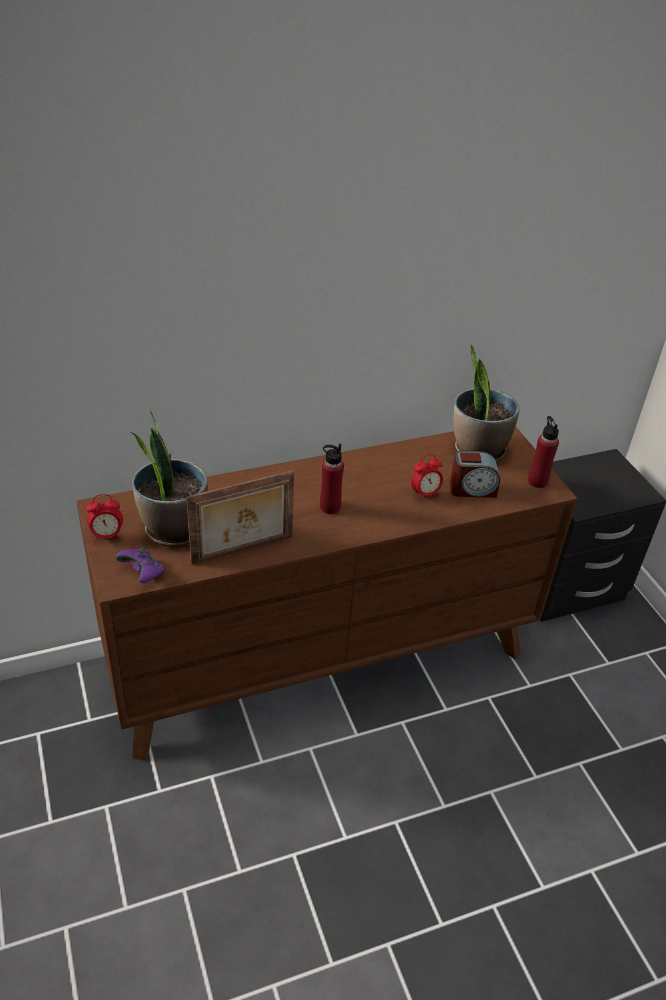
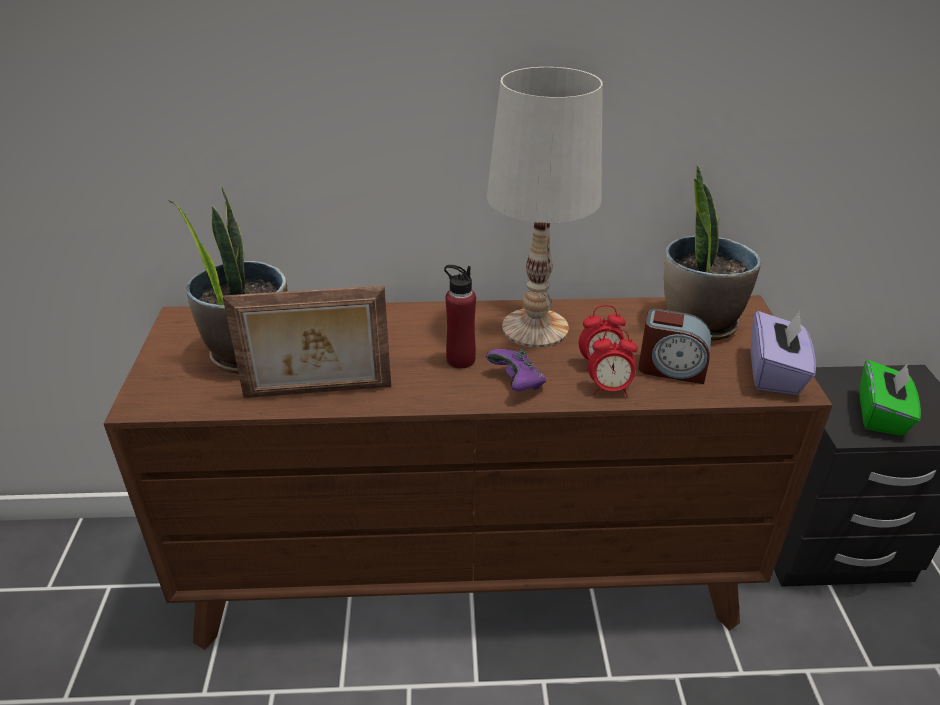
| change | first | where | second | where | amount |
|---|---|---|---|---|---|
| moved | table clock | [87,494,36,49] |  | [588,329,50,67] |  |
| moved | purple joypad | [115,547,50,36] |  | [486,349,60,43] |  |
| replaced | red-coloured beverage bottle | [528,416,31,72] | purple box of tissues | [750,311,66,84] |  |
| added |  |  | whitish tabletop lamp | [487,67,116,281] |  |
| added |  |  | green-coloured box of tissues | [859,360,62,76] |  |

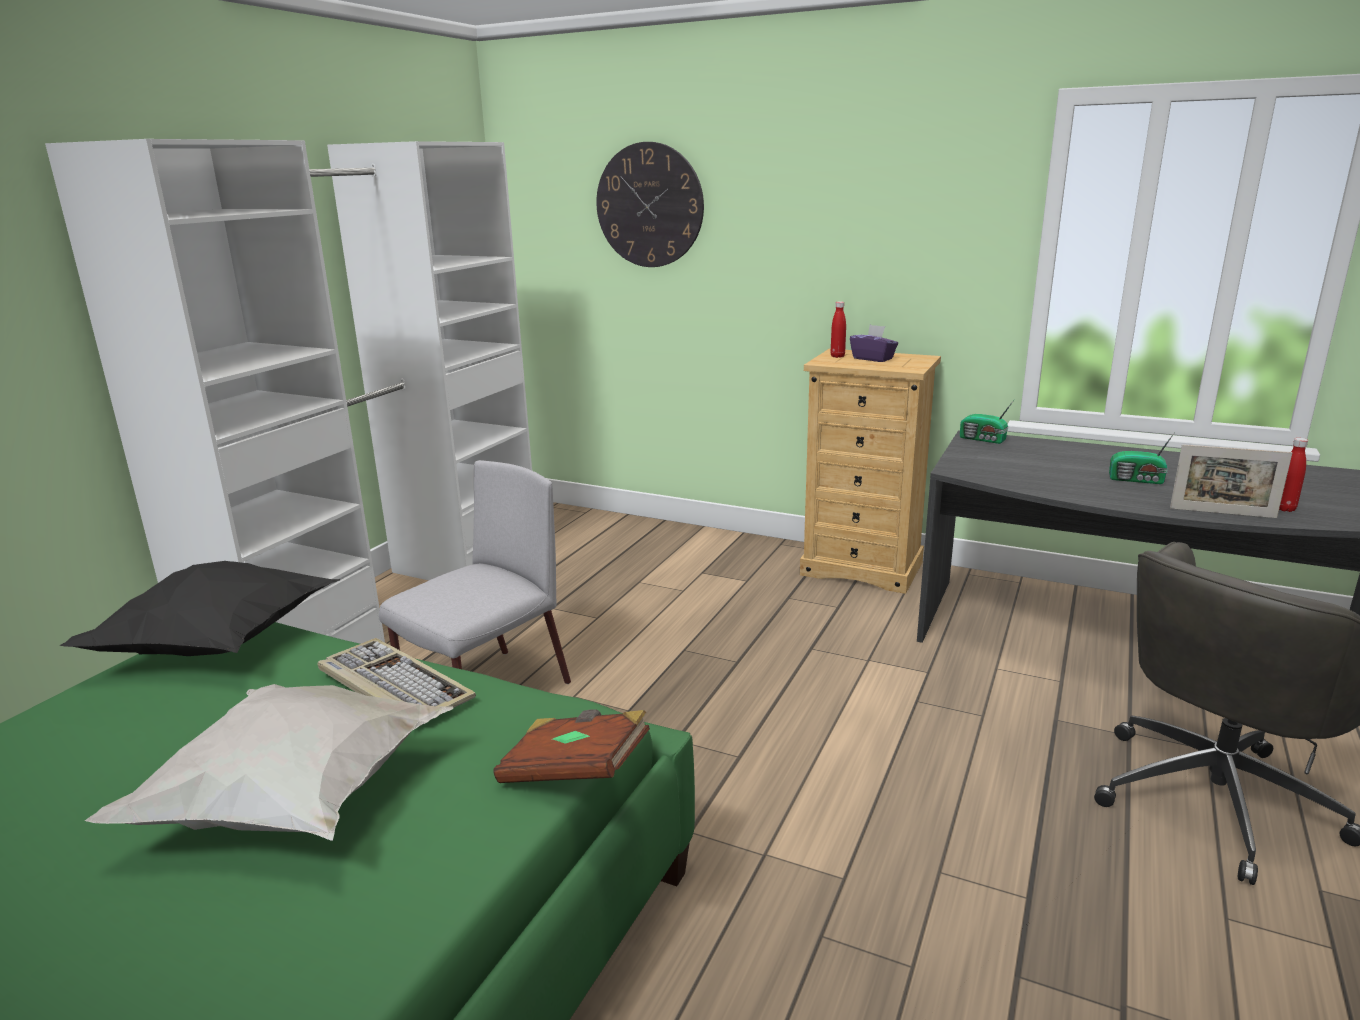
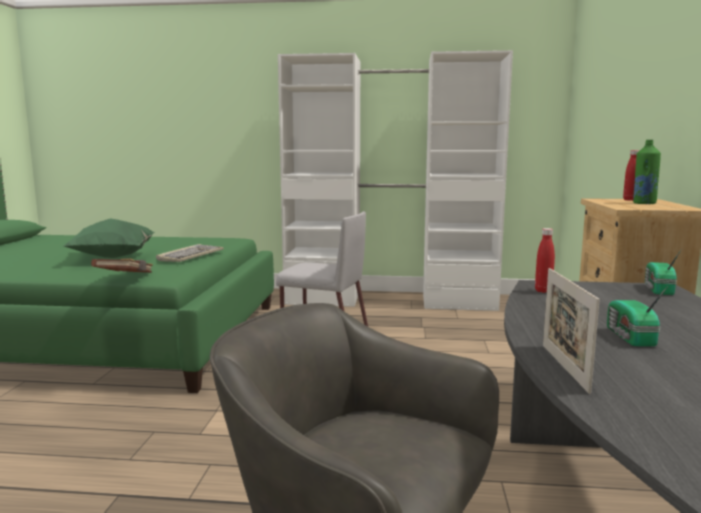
| change | first | where | second | where | amount |
|---|---|---|---|---|---|
| removed | black-coloured cushion | [59,561,281,95] |  |  |  |
| recoloured | whitish cushion | [85,684,368,157] | green-coloured cushion | [63,218,92,40] |  |
| removed | wall clock | [596,142,108,125] |  |  |  |
| replaced | purple box of tissues | [850,325,48,37] | green-coloured beverage bottle | [633,140,28,64] |  |
| moved | red-coloured beverage bottle | [1279,438,29,74] |  | [535,228,20,65] |  |

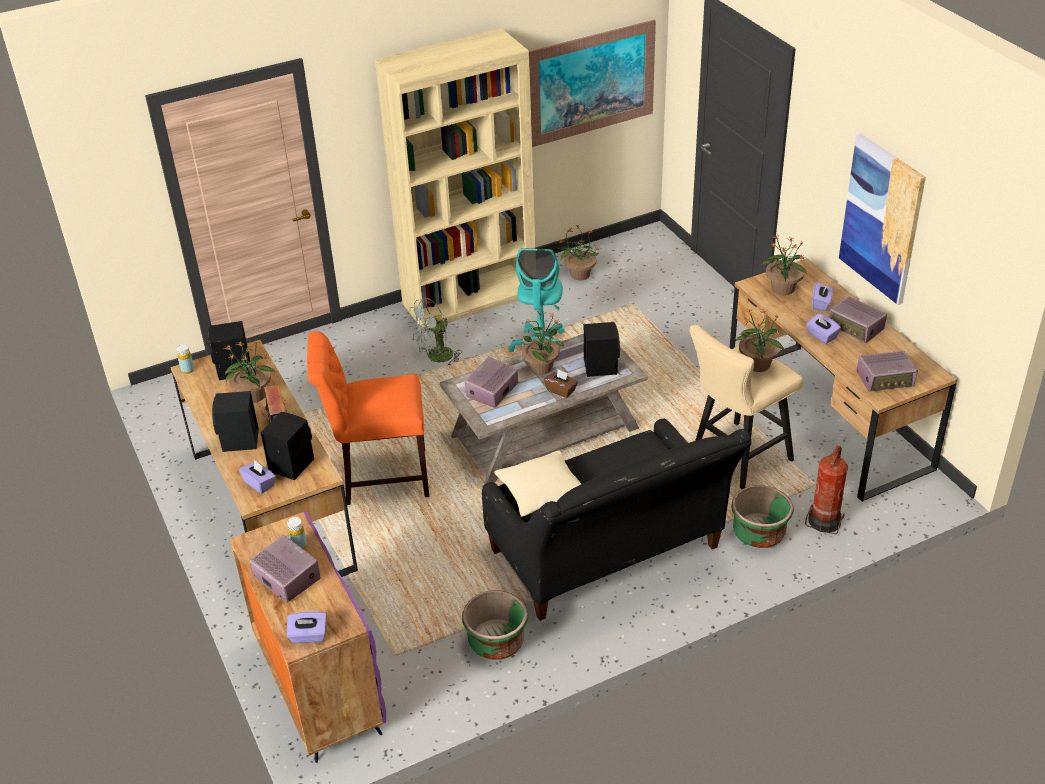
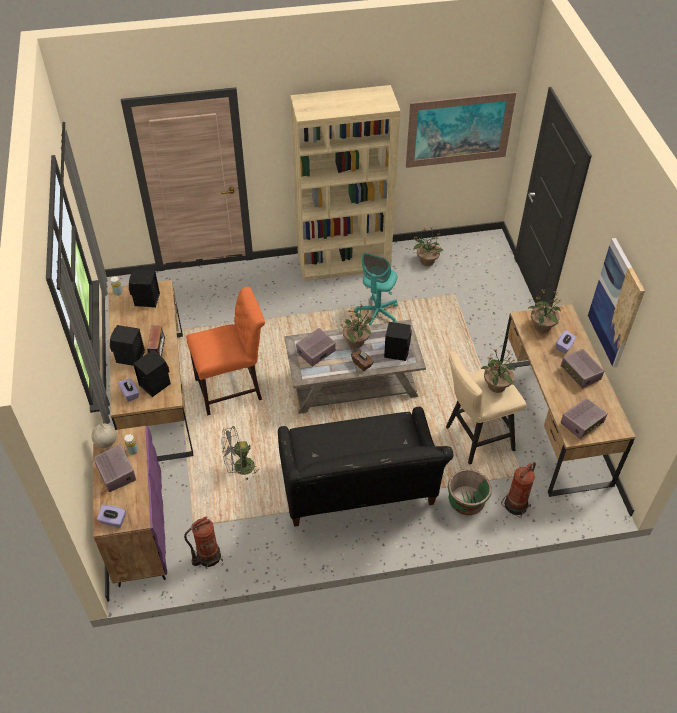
| change | first | where | second | where | amount |
|---|---|---|---|---|---|
| removed | plant in a pot | [224,341,52,62] |  |  |  |
| turned | orangey plain chair | [307,331,122,174] |  | [186,287,79,128] | 150 degrees clockwise |
| moved | gray fan | [408,298,54,67] |  | [221,426,39,54] |  |
| removed | green-coloured planter | [462,590,67,70] |  |  |  |
| removed | beige cushion | [494,450,87,67] |  |  |  |
| removed | purple box of tissues | [806,314,35,30] |  |  |  |
| turned | radio set | [856,351,62,41] |  | [561,398,47,42] | 45 degrees counterclockwise |
| added |  |  | desk globe | [91,418,26,30] |  |
| added |  |  | fire extinguisher | [184,516,39,53] |  |

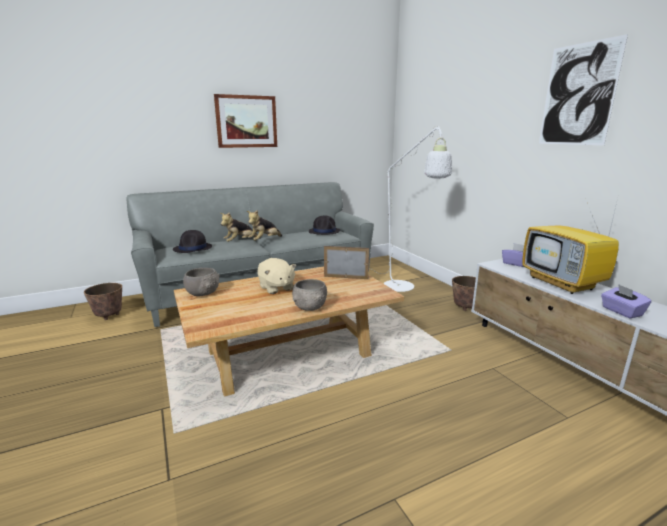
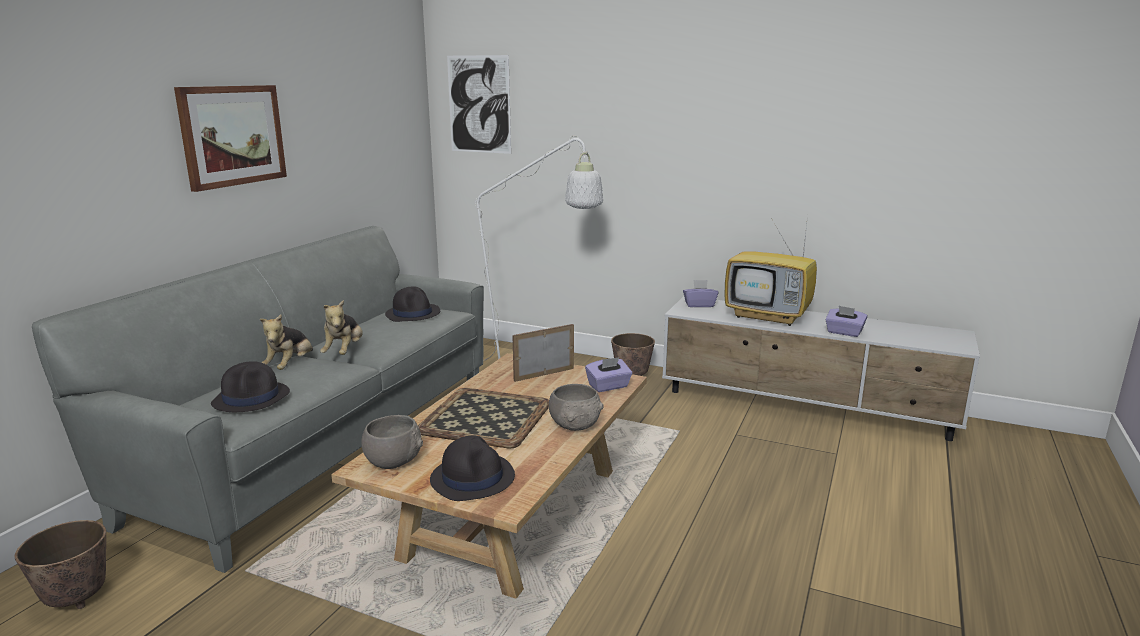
| change | first | where | second | where | amount |
|---|---|---|---|---|---|
| replaced | beige plush toy | [257,258,39,36] | carrying tray | [418,388,131,61] |  |
| moved | picture | [539,34,89,111] |  | [447,55,64,99] |  |
| added |  |  | black-coloured hat | [430,435,85,66] |  |
| added |  |  | purple box of tissues | [585,357,47,35] |  |

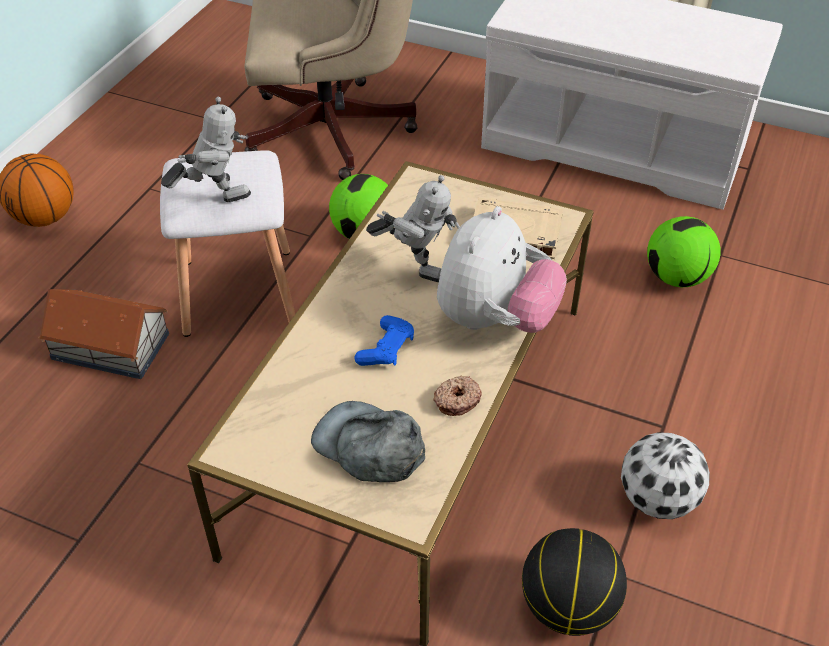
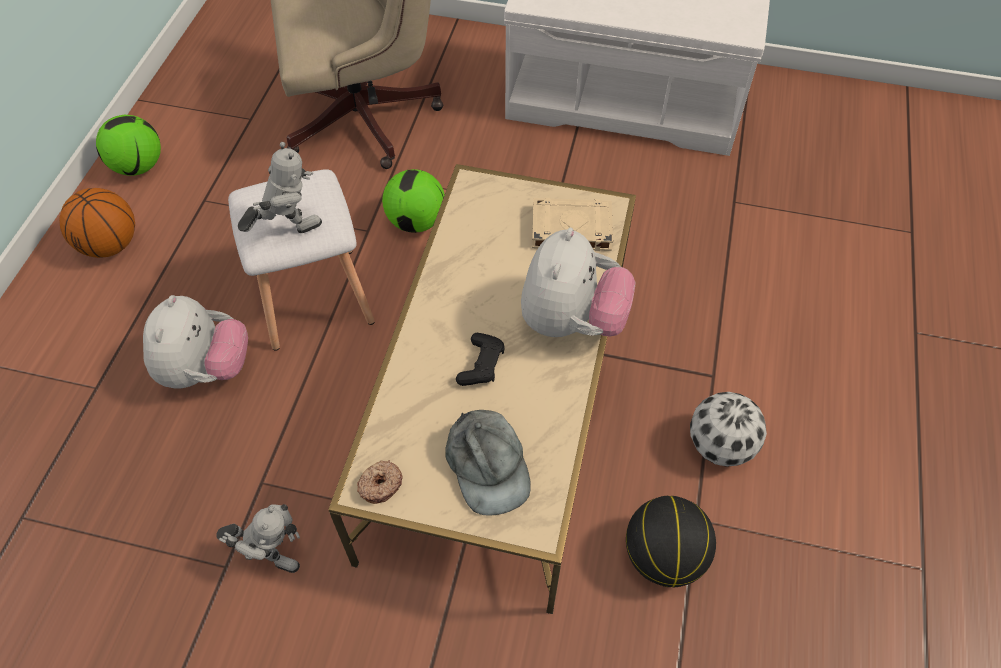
| change | first | where | second | where | amount |
|---|---|---|---|---|---|
| replaced | model house | [39,289,130,90] | plush toy | [143,295,105,93] |  |
| turned | gray cap | [311,401,114,81] |  | [445,410,86,106] | 135 degrees counterclockwise |
| recoloured | blue-coloured joypad | [355,315,59,51] | black-coloured joypad | [456,333,49,53] |  |
| moved | toy robot | [366,175,94,107] |  | [216,504,84,69] |  |
| moved | donut | [433,375,49,41] |  | [357,460,46,44] |  |
| moved | ball for football | [647,216,74,71] |  | [96,115,65,61] |  |

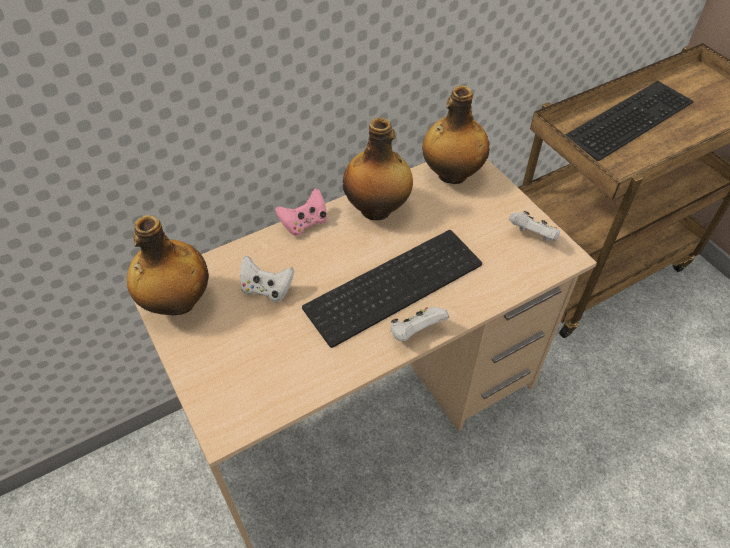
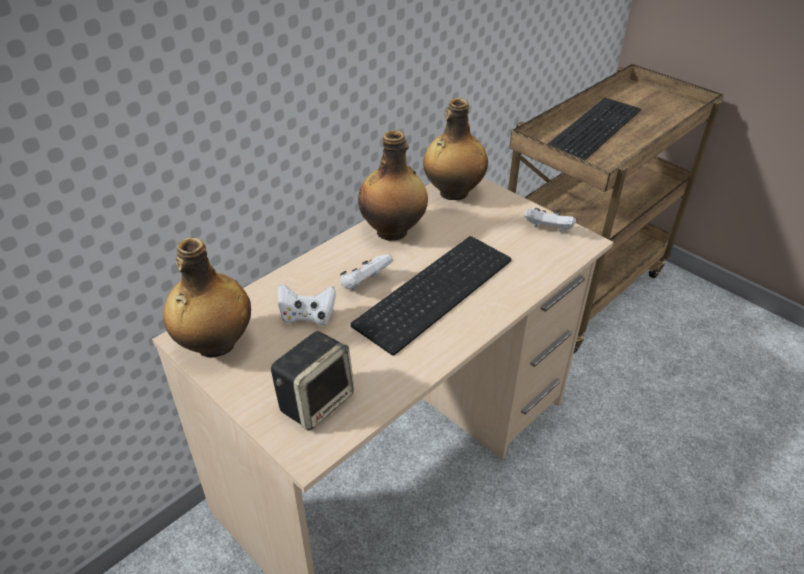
| change | first | where | second | where | amount |
|---|---|---|---|---|---|
| removed | pink joypad | [275,188,52,48] |  |  |  |
| moved | whitish joypad | [390,307,59,35] |  | [340,254,53,36] |  |
| added |  |  | speaker | [271,331,83,100] |  |

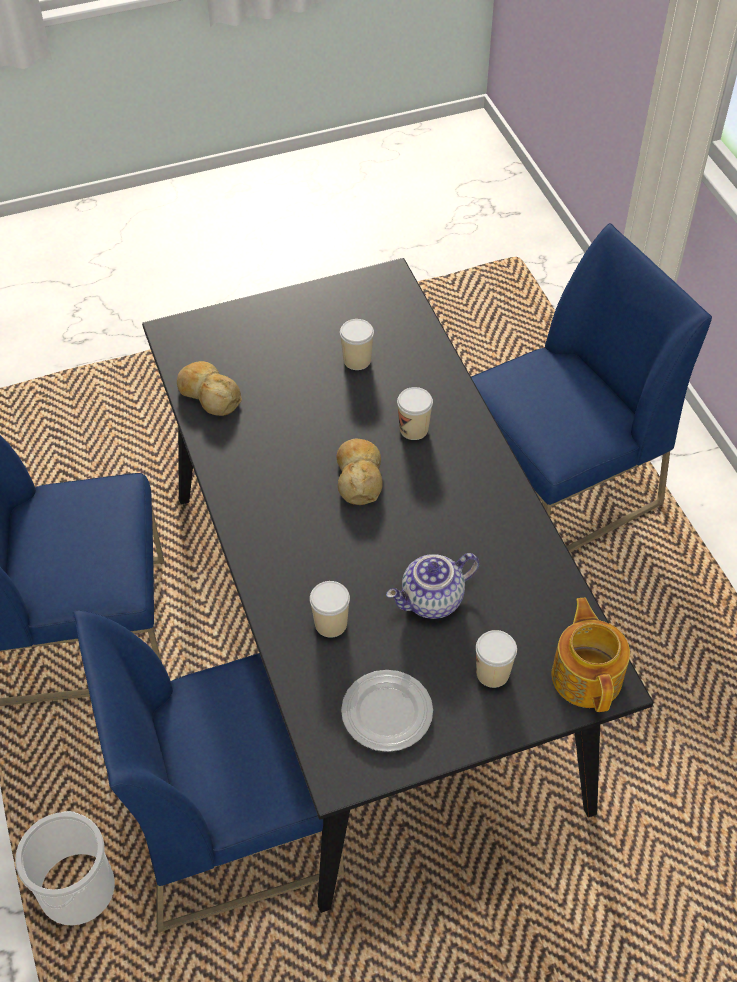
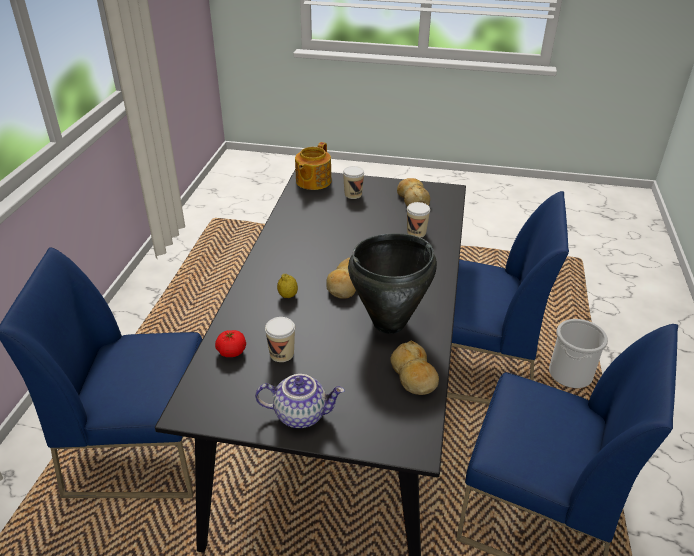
| change | first | where | second | where | amount |
|---|---|---|---|---|---|
| replaced | flat dish | [341,670,92,82] | bakery bread | [397,178,33,28] |  |
| moved | tea pot | [386,553,93,66] |  | [255,374,90,54] |  |
| replaced | small cup | [397,387,36,53] | lemon | [277,274,21,24] |  |
| added |  |  | fresh tomato | [215,330,31,27] |  |
| added |  |  | black-coloured stockpot | [348,233,89,101] |  |

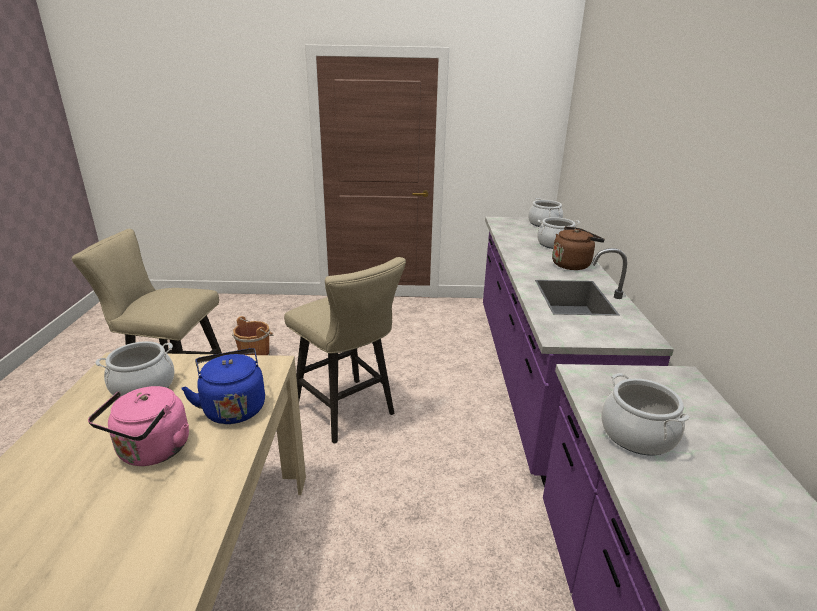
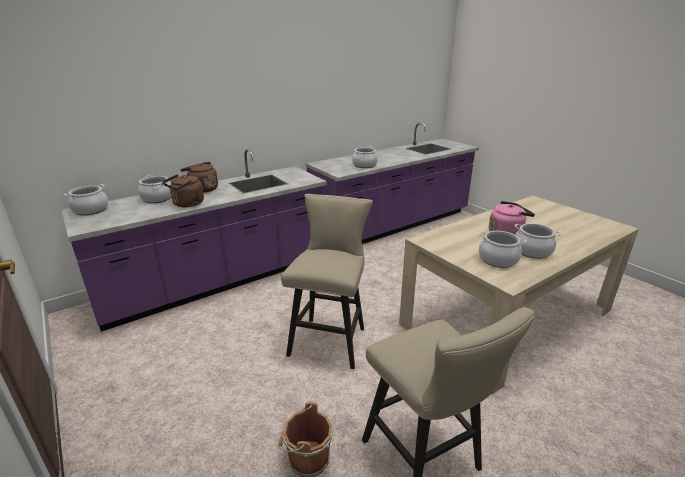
| change | first | where | second | where | amount |
|---|---|---|---|---|---|
| removed | blue-coloured kettle | [181,348,84,76] |  |  |  |
| added |  |  | brown-coloured kettle | [162,174,42,33] |  |
| added |  |  | stockpot | [515,223,46,36] |  |

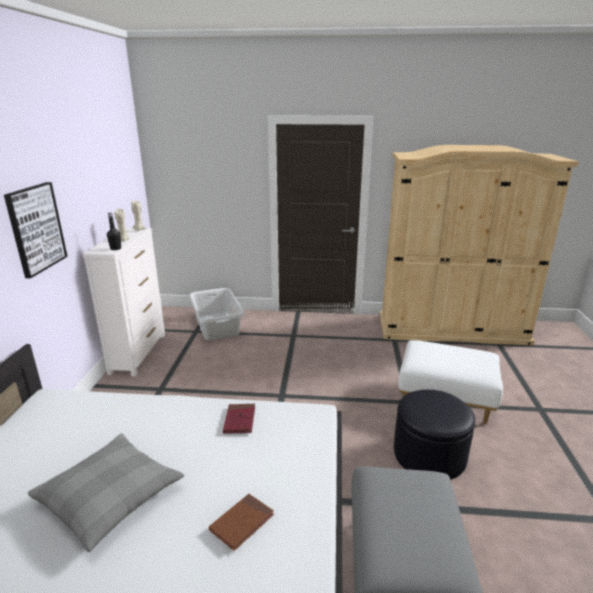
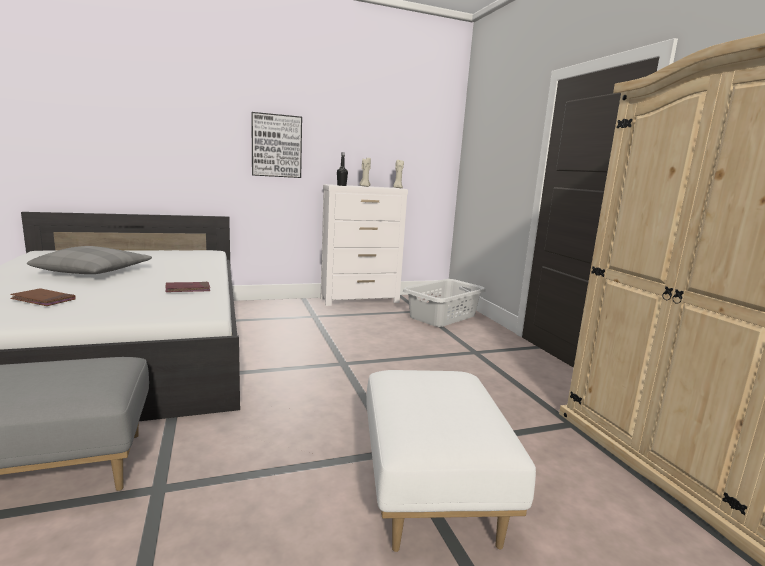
| change | first | where | second | where | amount |
|---|---|---|---|---|---|
| removed | black-coloured ottoman | [394,390,81,90] |  |  |  |

